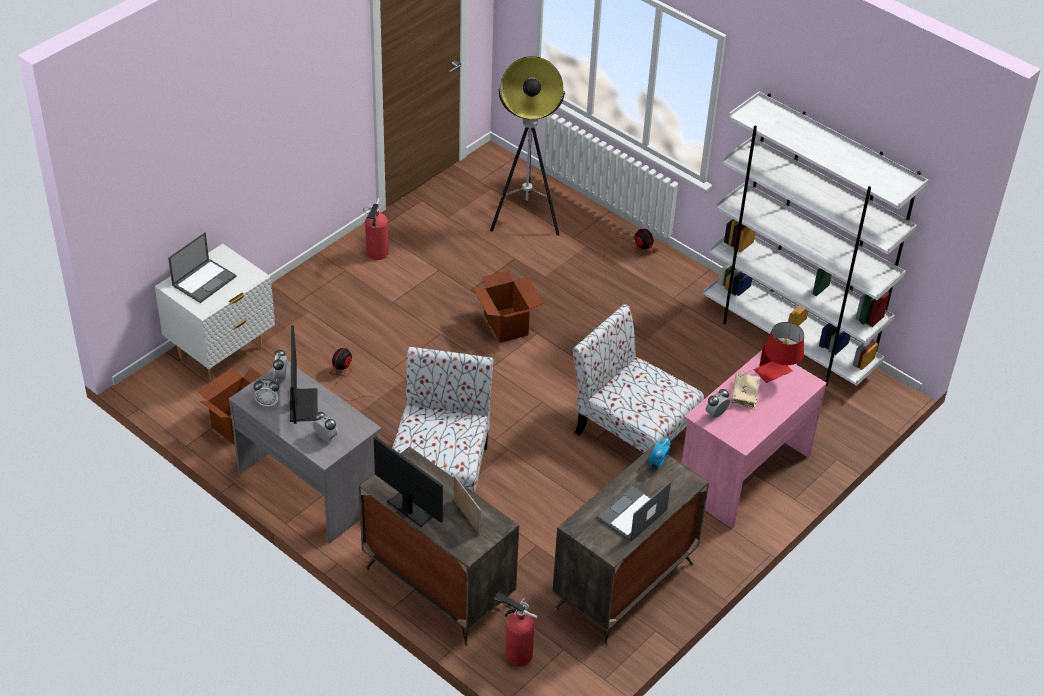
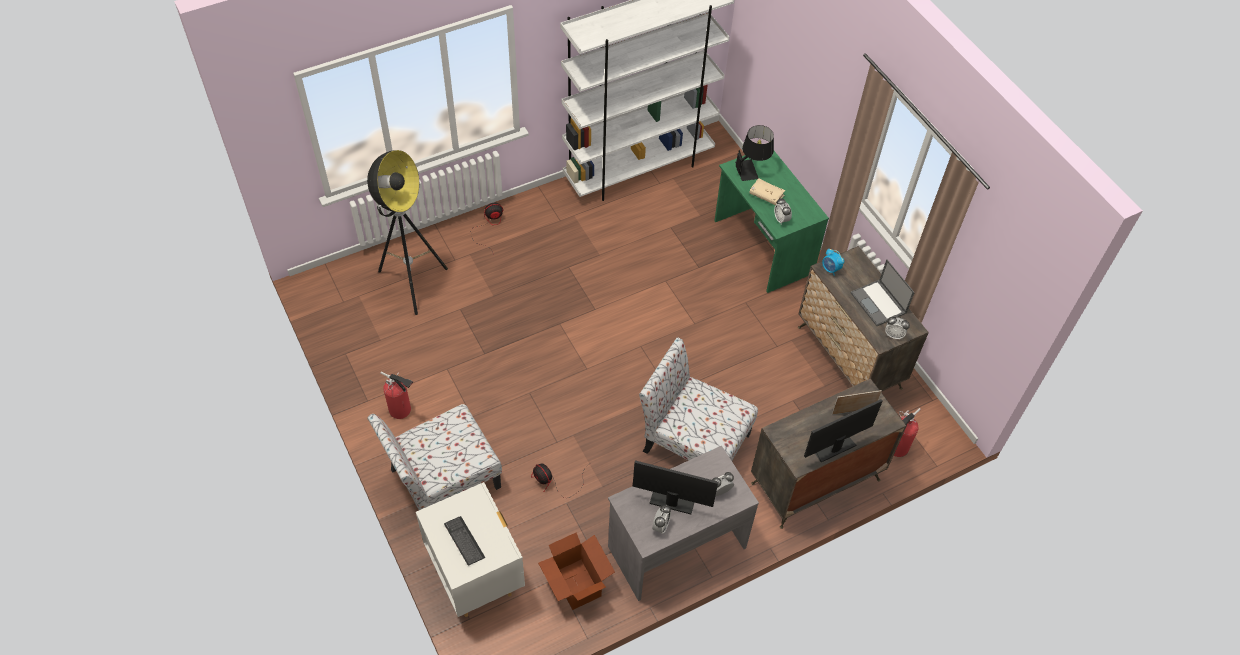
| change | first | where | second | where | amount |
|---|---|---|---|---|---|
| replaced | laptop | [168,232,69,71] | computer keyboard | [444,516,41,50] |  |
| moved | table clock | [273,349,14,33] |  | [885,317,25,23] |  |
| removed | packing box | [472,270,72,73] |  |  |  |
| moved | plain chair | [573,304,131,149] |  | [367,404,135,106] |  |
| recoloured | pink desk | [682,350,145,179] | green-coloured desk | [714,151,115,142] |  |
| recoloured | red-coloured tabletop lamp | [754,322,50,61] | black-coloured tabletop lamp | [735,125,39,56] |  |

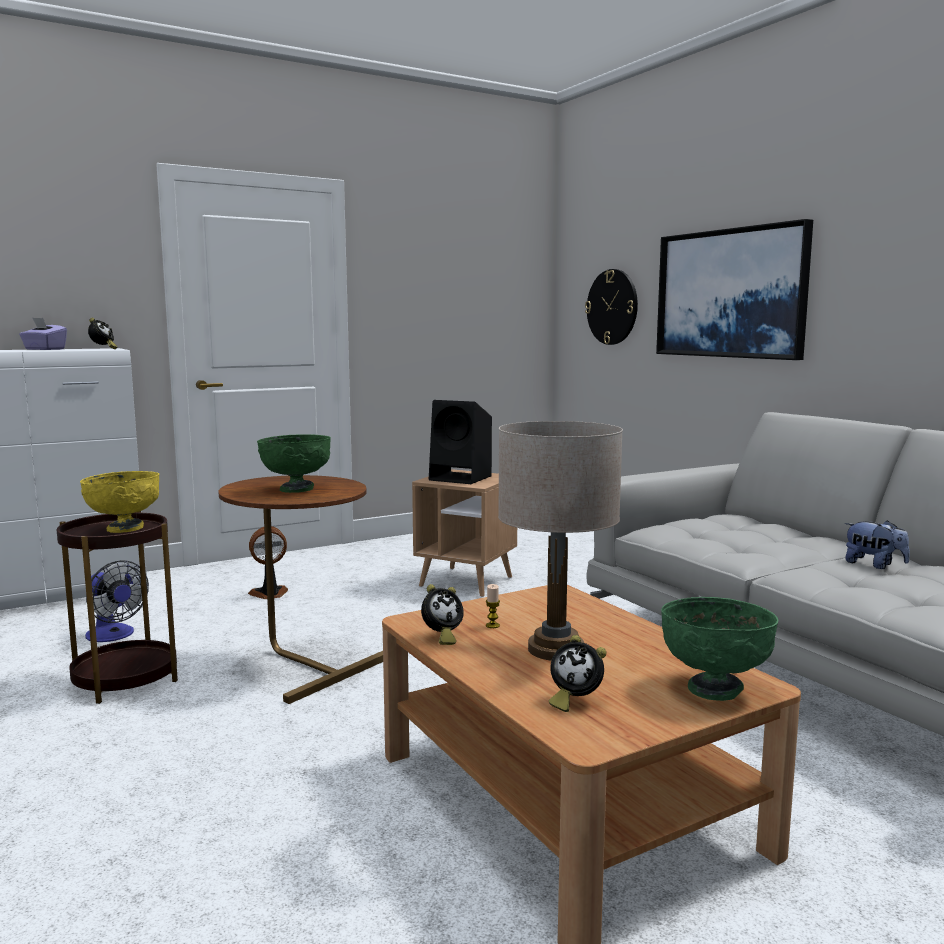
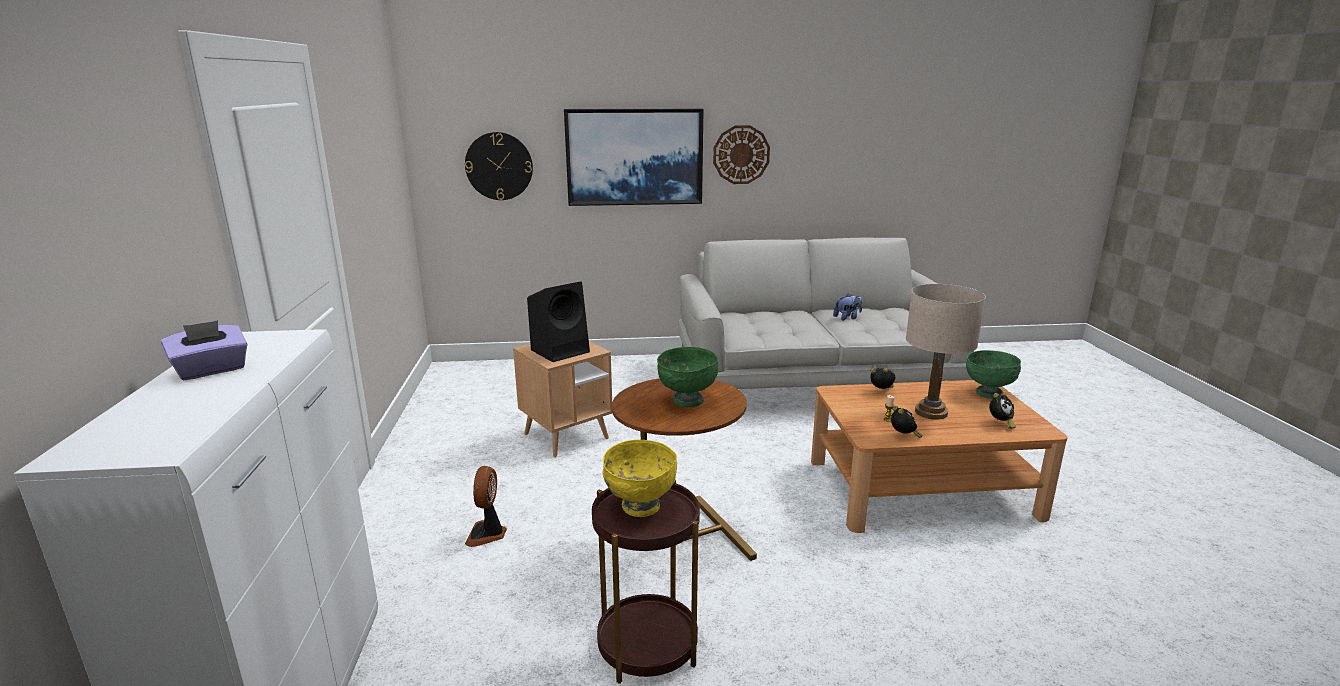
| change | first | where | second | where | amount |
|---|---|---|---|---|---|
| removed | fan | [85,560,64,82] |  |  |  |
| moved | table clock | [88,318,29,31] |  | [870,368,25,21] |  |
| added |  |  | wall clock | [713,125,57,59] |  |

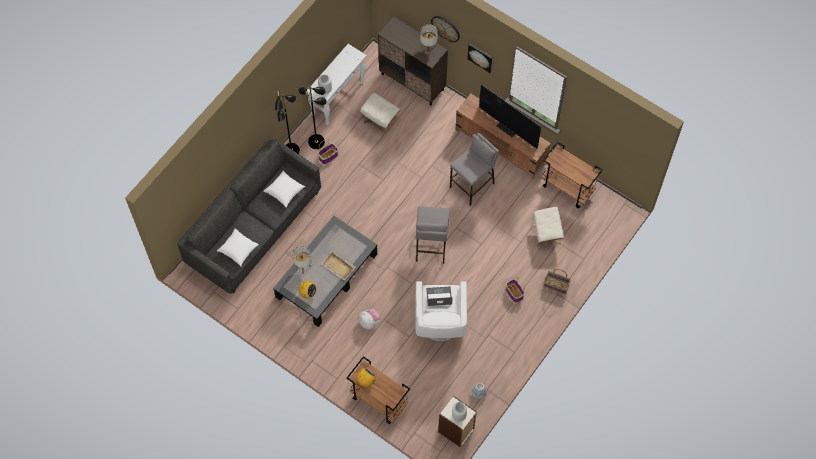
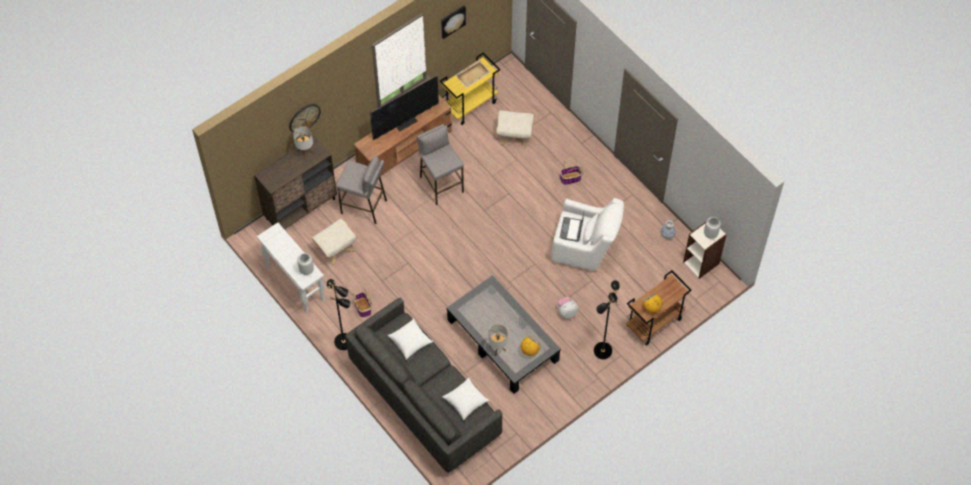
| change | first | where | second | where | amount |
|---|---|---|---|---|---|
| moved | black-coloured floor lamp | [298,85,29,64] |  | [594,280,26,79] |  |
| moved | beige carrying tray | [321,251,35,30] |  | [455,60,35,28] |  |
| moved | gray sitting stool | [416,206,34,58] |  | [336,155,51,69] |  |
| moved | picture | [468,43,25,30] |  | [441,6,25,33] |  |
| recoloured | brown-coloured cart | [541,141,62,67] | yellowish cart | [440,53,60,72] |  |
| removed | storage basket | [544,269,27,26] |  |  |  |

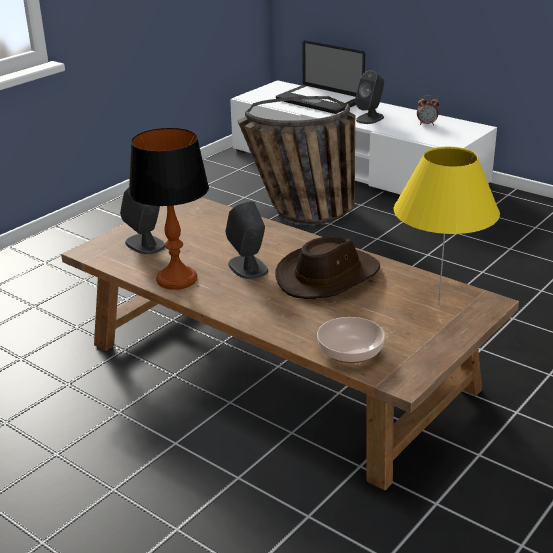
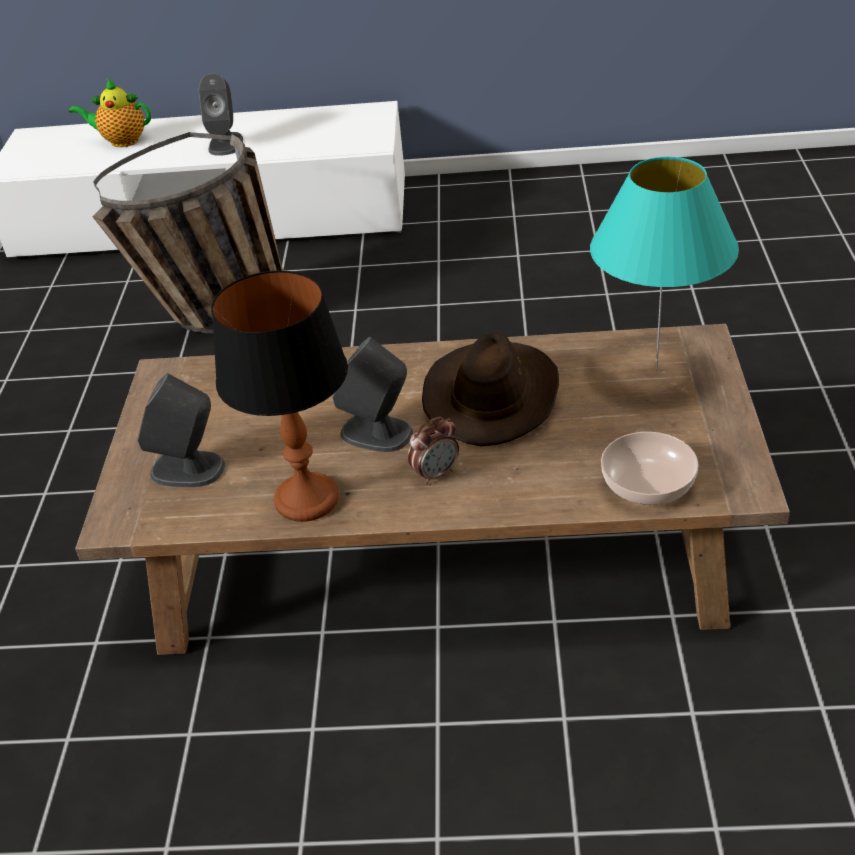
| change | first | where | second | where | amount |
|---|---|---|---|---|---|
| replaced | laptop | [276,40,89,74] | tea pot | [69,79,82,68] |  |
| recoloured | yellowish tabletop lamp | [394,147,106,158] | turquoise-coloured tabletop lamp | [590,157,149,213] |  |
| moved | table clock | [417,95,22,30] |  | [408,417,51,68] |  |

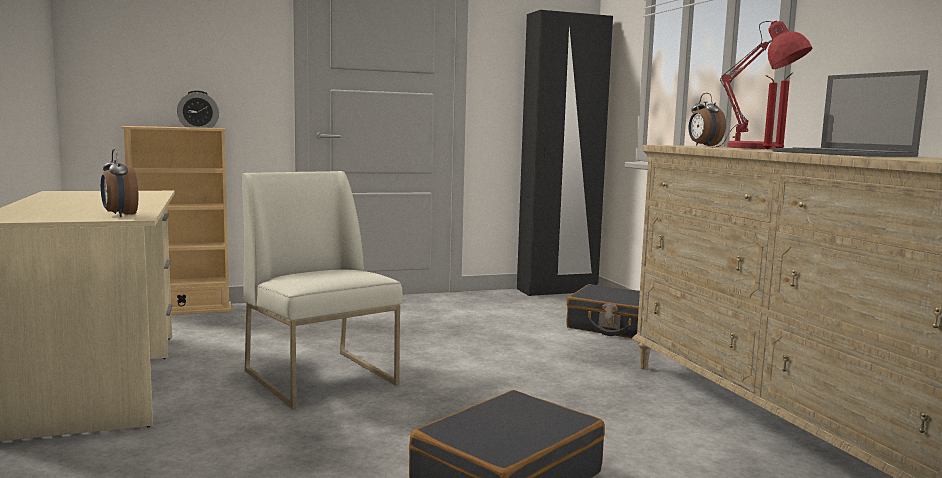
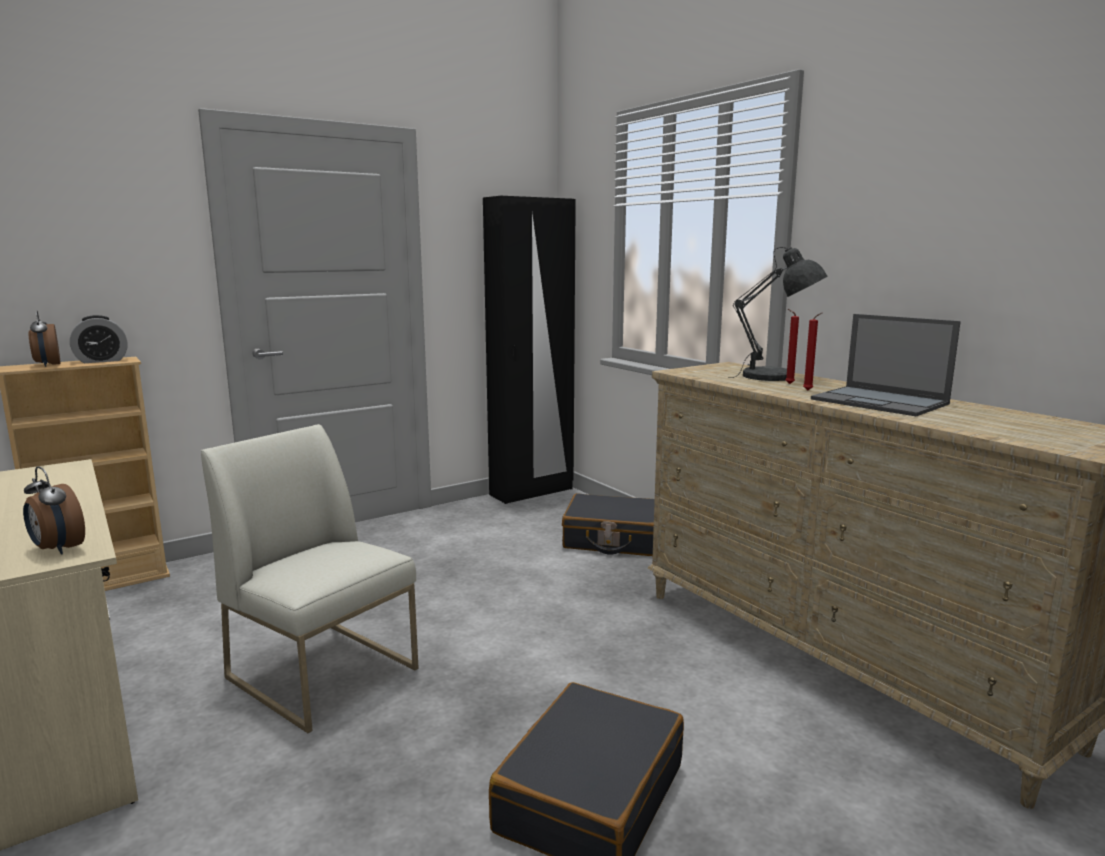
| change | first | where | second | where | amount |
|---|---|---|---|---|---|
| moved | table clock | [689,93,37,53] |  | [28,310,33,57] |  |
| recoloured | red-coloured tabletop lamp | [716,20,97,129] | gray tabletop lamp | [728,247,100,134] |  |

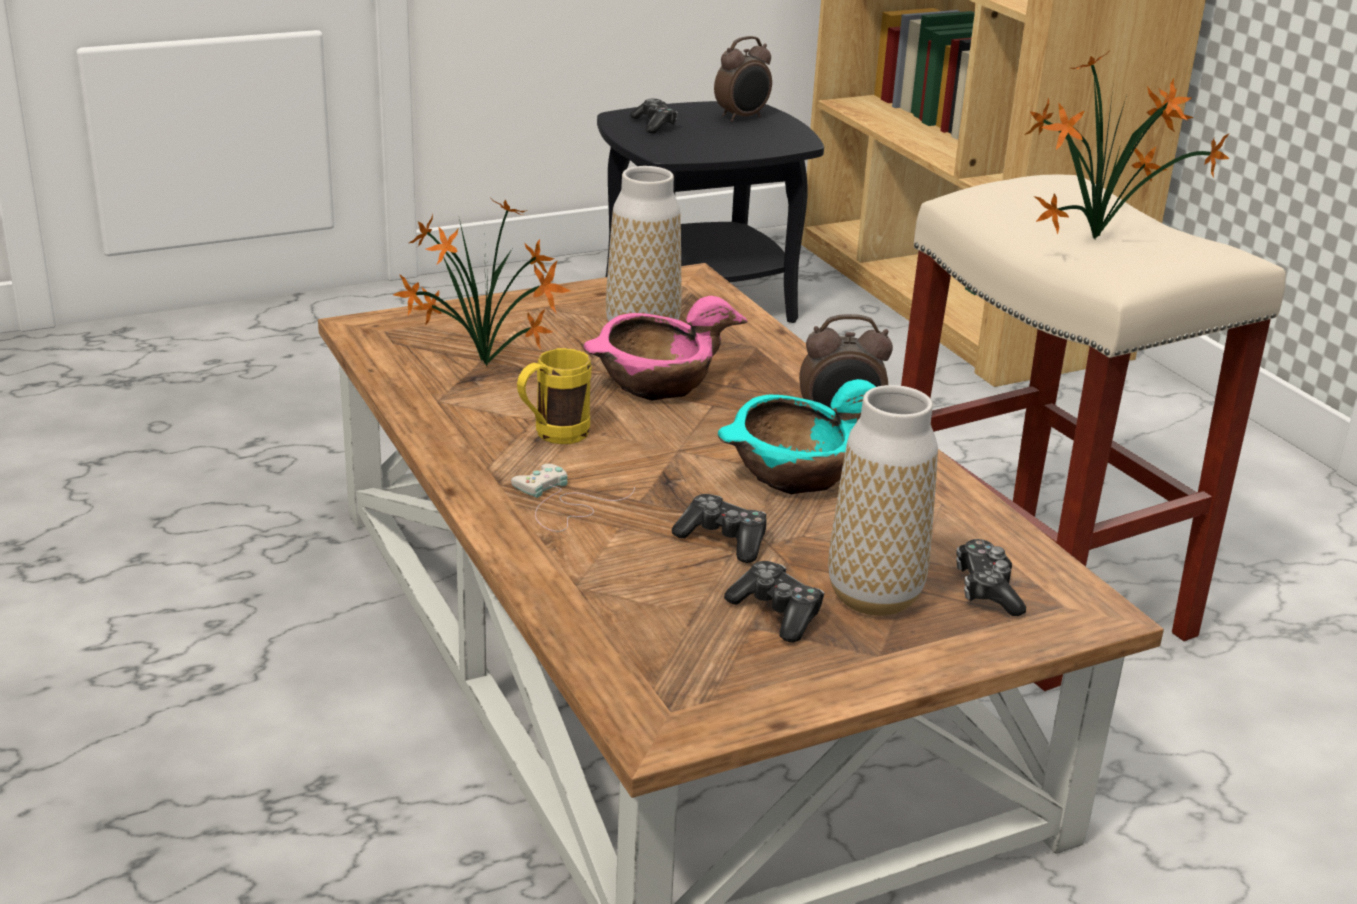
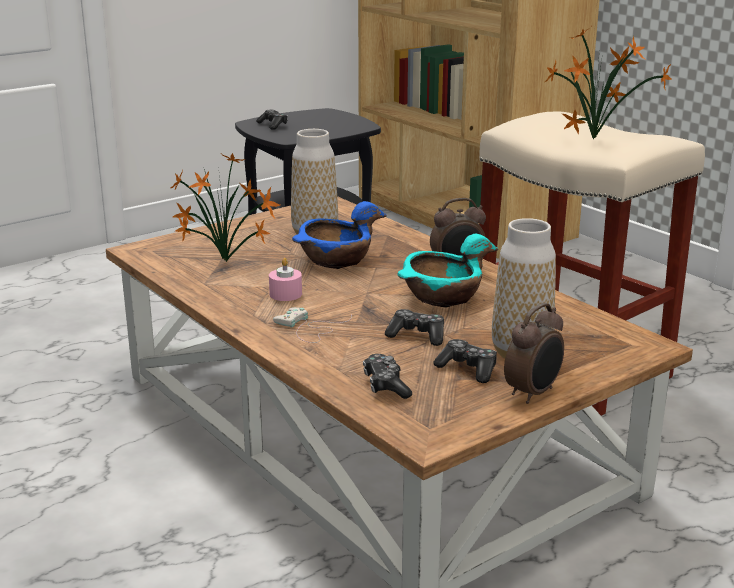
| change | first | where | second | where | amount |
|---|---|---|---|---|---|
| replaced | yellowish coffee mug | [517,348,75,96] | pink wax light | [269,258,33,43] |  |
| recoloured | pink deep dish | [584,296,164,105] | blue-coloured deep dish | [292,201,95,68] |  |
| moved | table clock | [714,36,58,86] |  | [504,303,60,101] |  |
| moved | joypad | [956,539,70,77] |  | [363,354,49,45] |  |

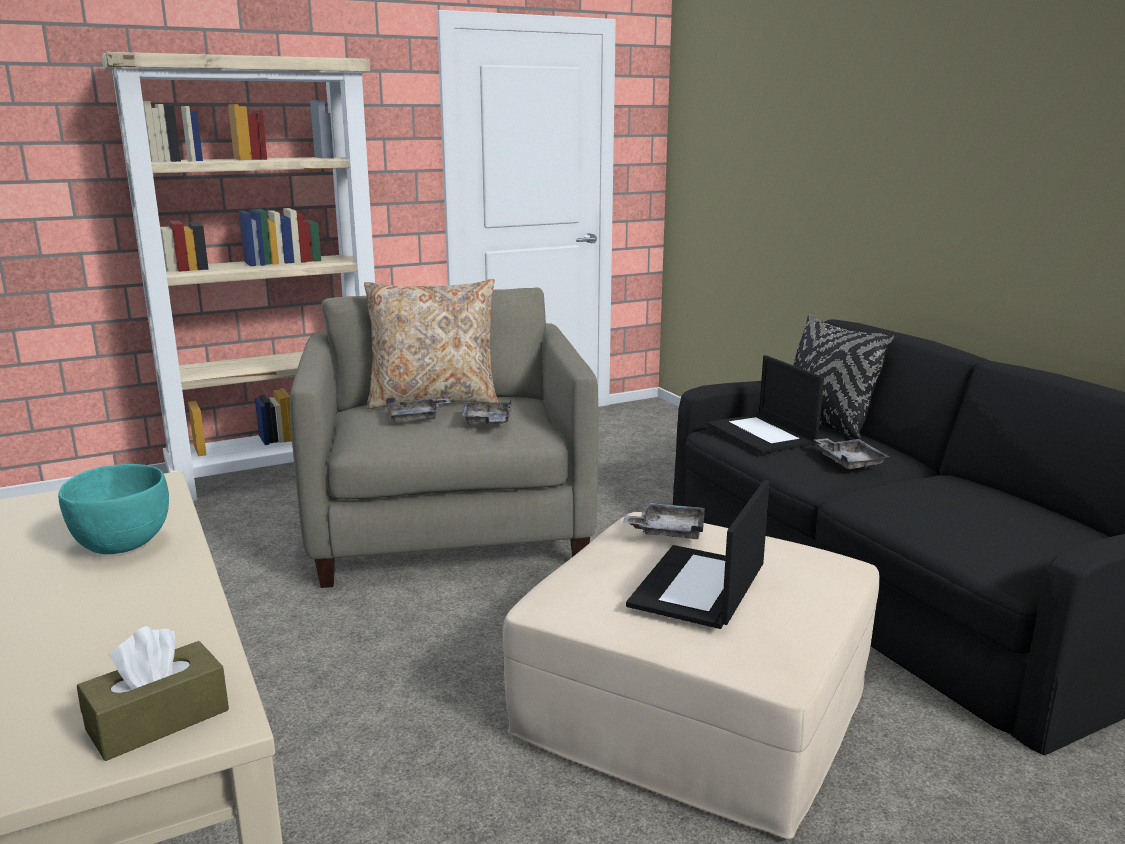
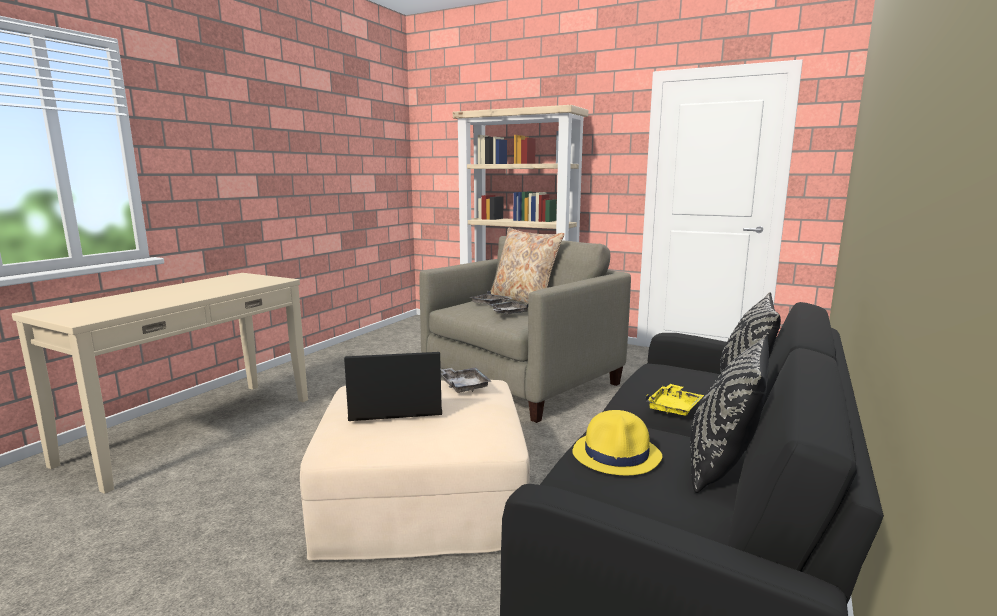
| change | first | where | second | where | amount |
|---|---|---|---|---|---|
| removed | turquoise-coloured deep dish | [58,464,111,90] |  |  |  |
| removed | brown-coloured box of tissues | [77,626,152,135] |  |  |  |
| removed | laptop | [707,355,117,99] |  |  |  |
| recoloured | gray carrying tray | [814,438,75,31] | yellowish carrying tray | [645,384,59,31] |  |
| added |  |  | yellowish hat | [572,410,90,65] |  |
| added |  |  | black-coloured cushion | [690,335,79,158] |  |

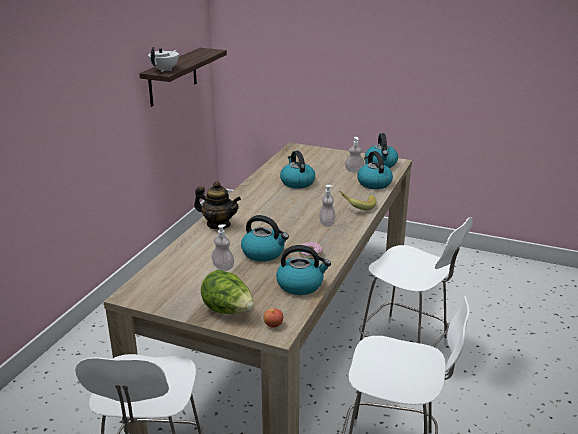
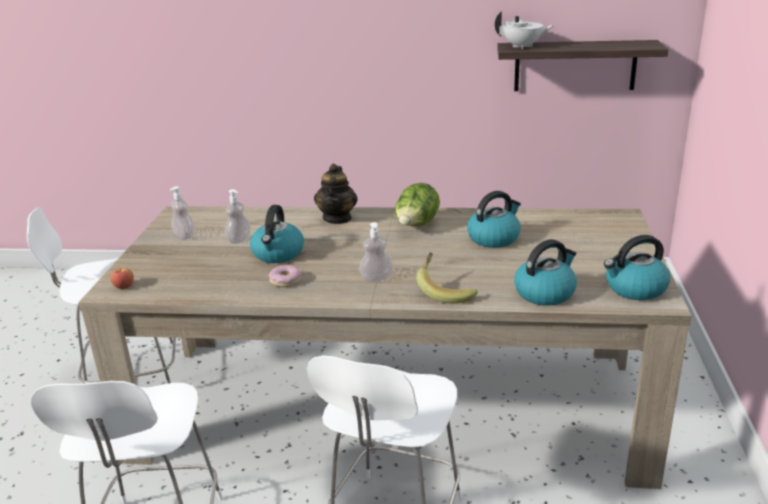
| change | first | where | second | where | amount |
|---|---|---|---|---|---|
| moved | lettuce | [201,270,53,44] |  | [395,183,45,43] |  |
| removed | kettle | [276,245,55,50] |  |  |  |
| moved | soap bottle | [345,137,20,35] |  | [170,186,25,54] |  |

